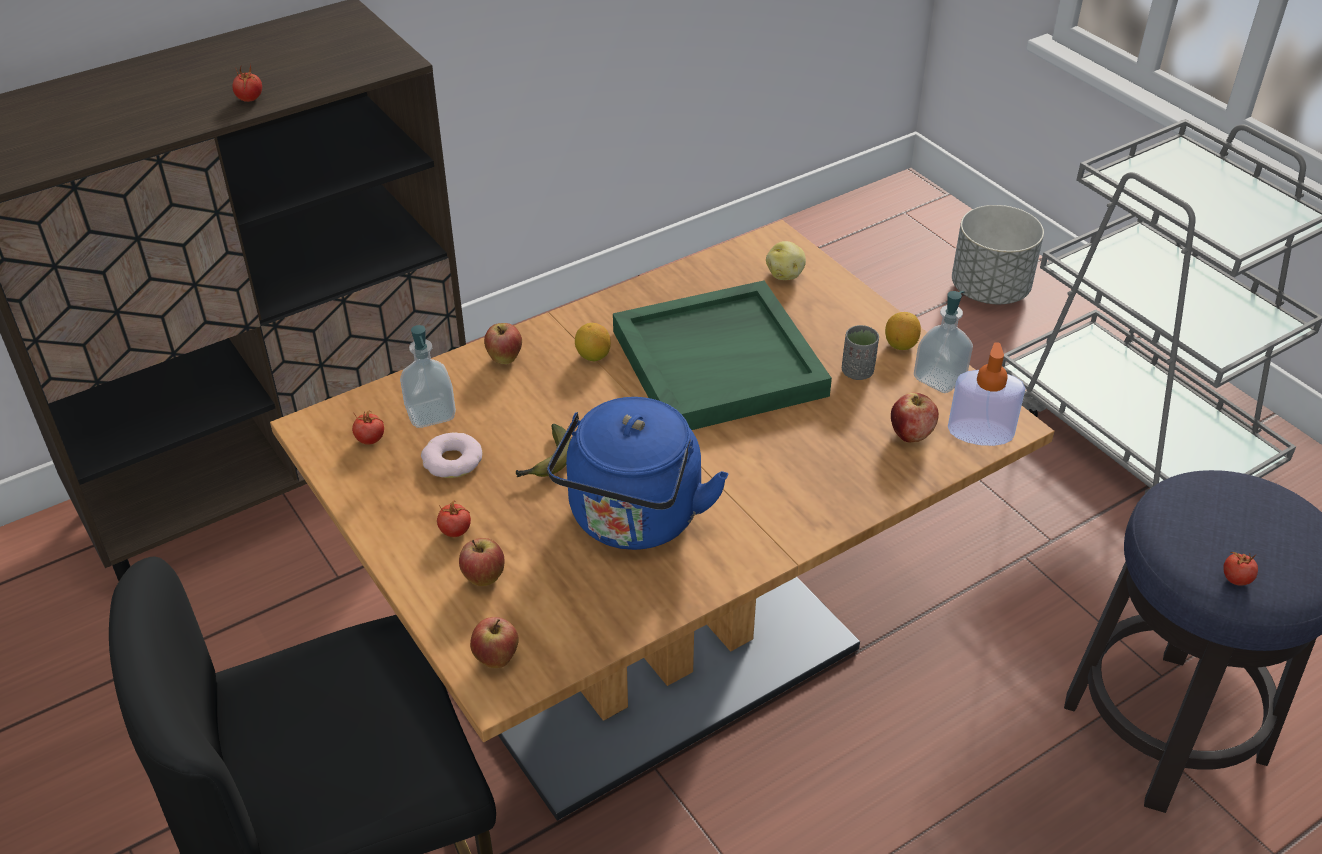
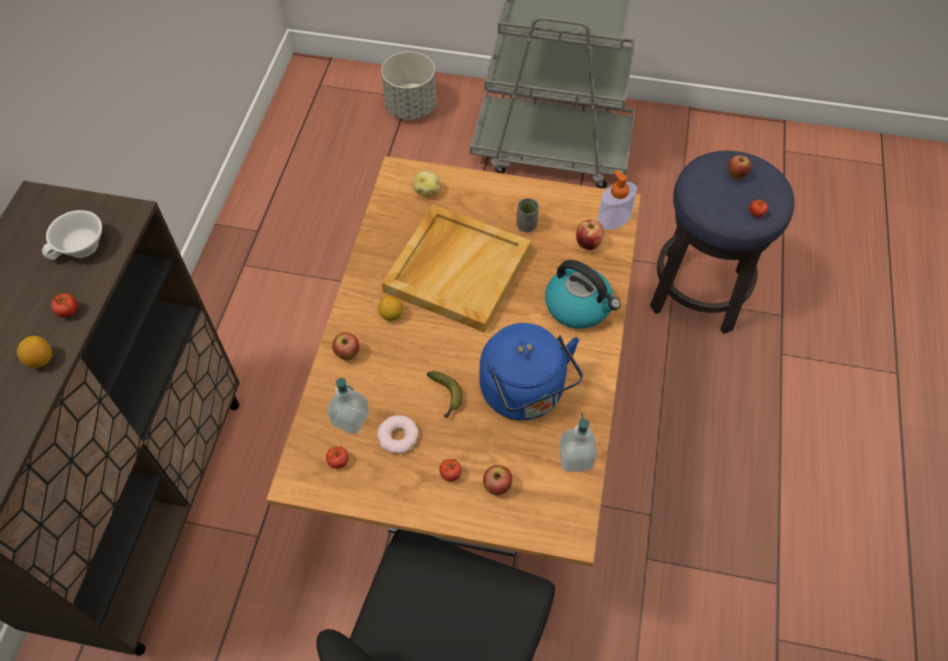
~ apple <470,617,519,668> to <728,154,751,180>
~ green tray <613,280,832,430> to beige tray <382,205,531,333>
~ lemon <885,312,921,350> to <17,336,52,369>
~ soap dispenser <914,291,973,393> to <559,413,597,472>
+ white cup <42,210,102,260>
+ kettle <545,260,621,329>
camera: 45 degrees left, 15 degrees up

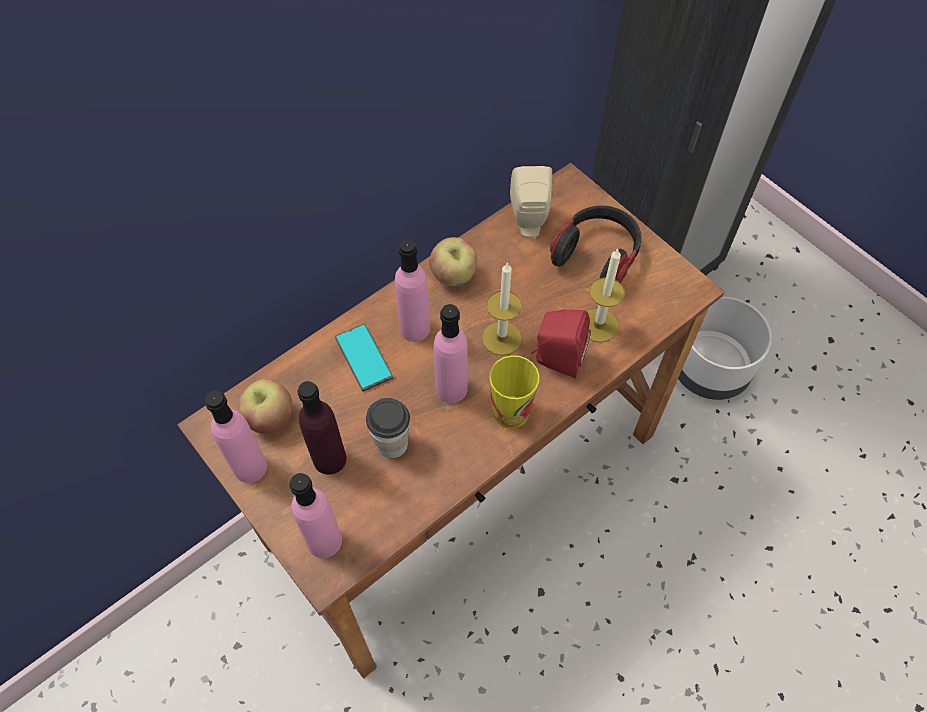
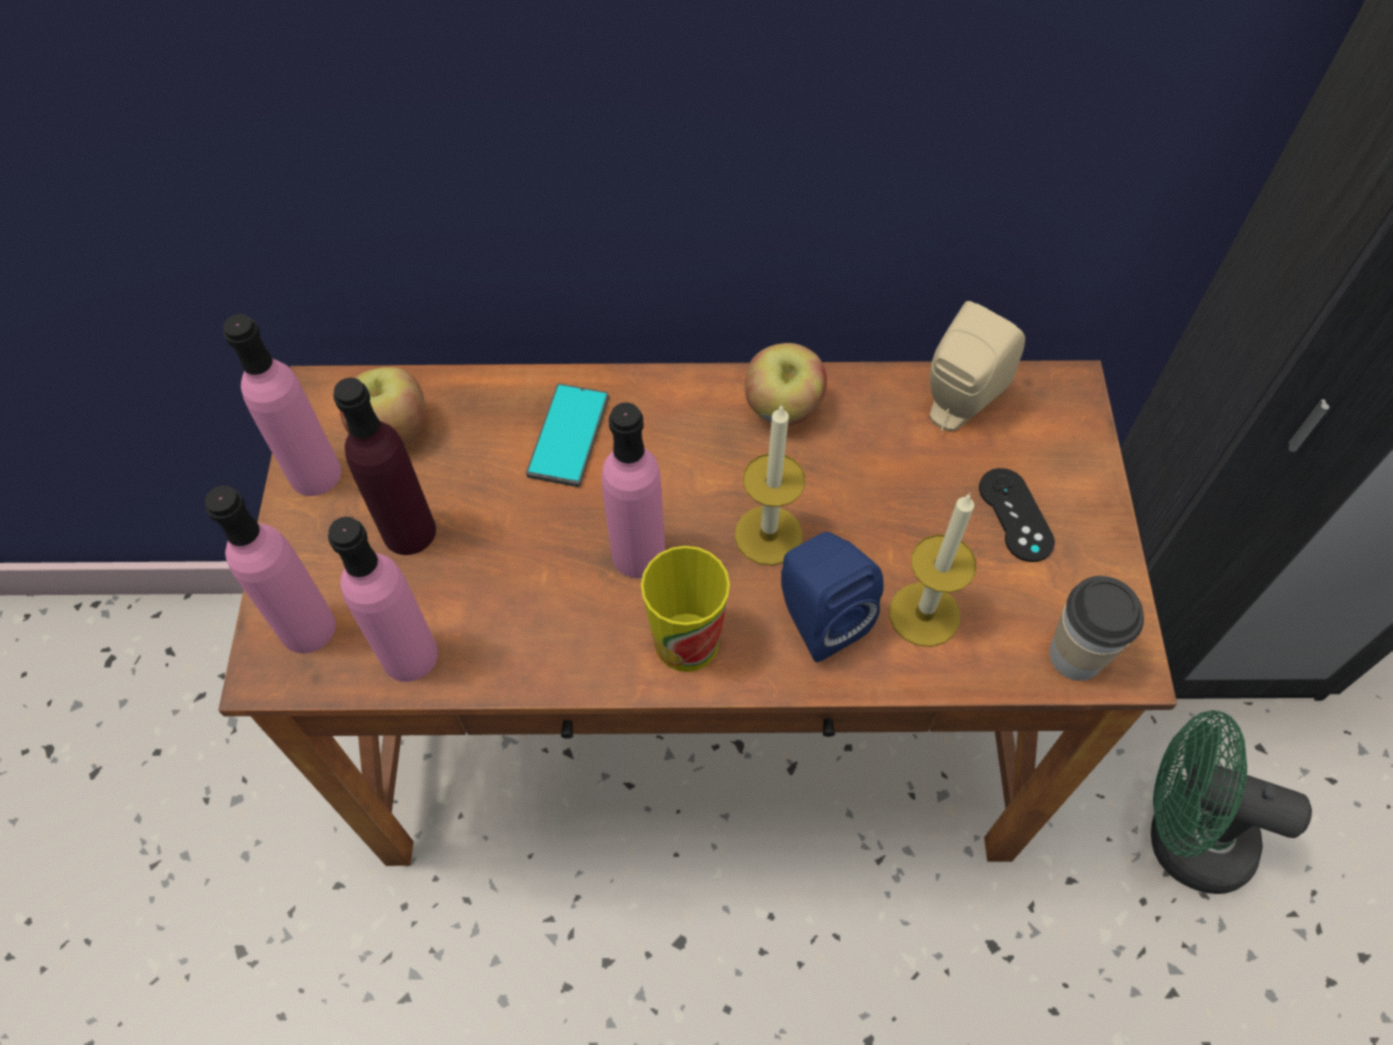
~ cup <366,398,410,458> to <1049,576,1144,681>
~ pink bottle <395,239,430,342> to <328,517,438,682>
~ red speaker <531,310,591,378> to blue speaker <781,532,883,662>
~ headphones <550,205,642,283> to black game controller <979,468,1055,562>
~ grey planter <678,296,772,400> to green fan <1151,710,1312,894>
camera: 40 degrees right, 0 degrees up

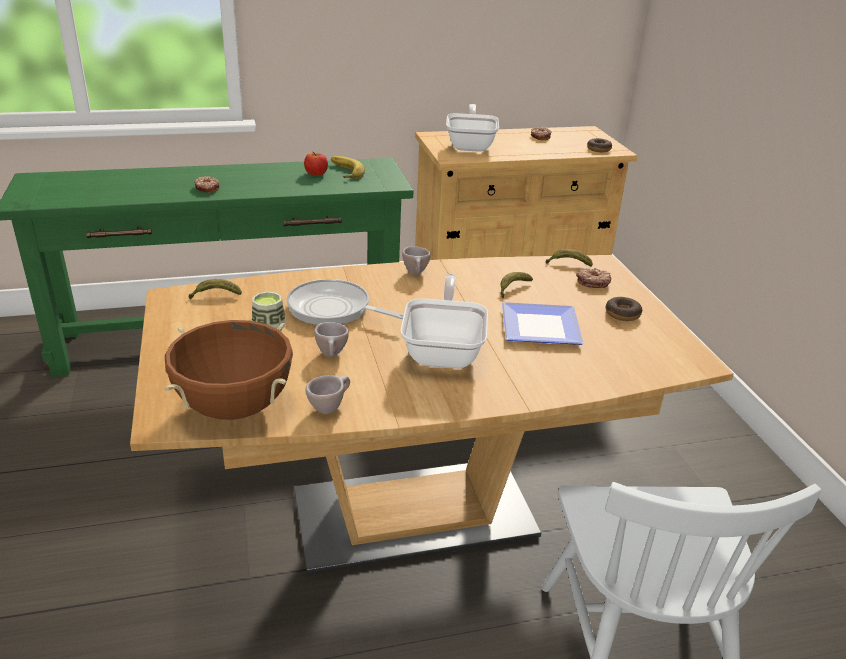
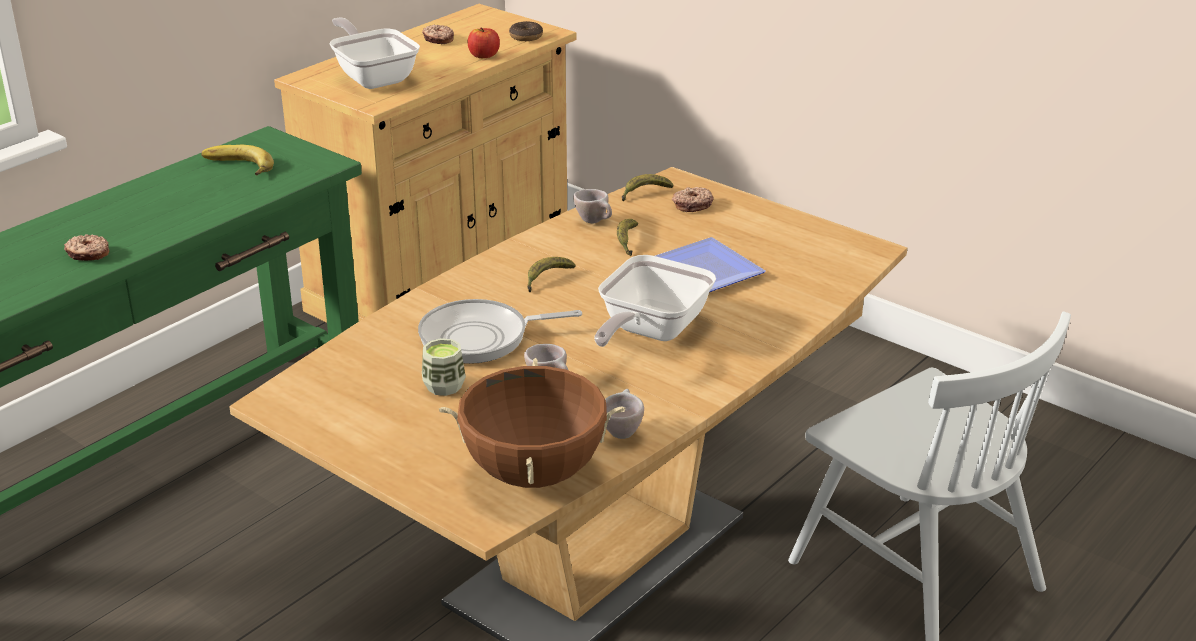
~ banana <188,279,242,299> to <527,257,576,292>
~ apple <304,152,328,176> to <468,27,500,58>
~ frying pan <401,274,488,369> = <594,255,716,347> 120 degrees counterclockwise
~ beige cup <402,246,431,275> to <573,189,612,223>
- donut <606,297,642,321>
camera: 35 degrees left, 0 degrees up

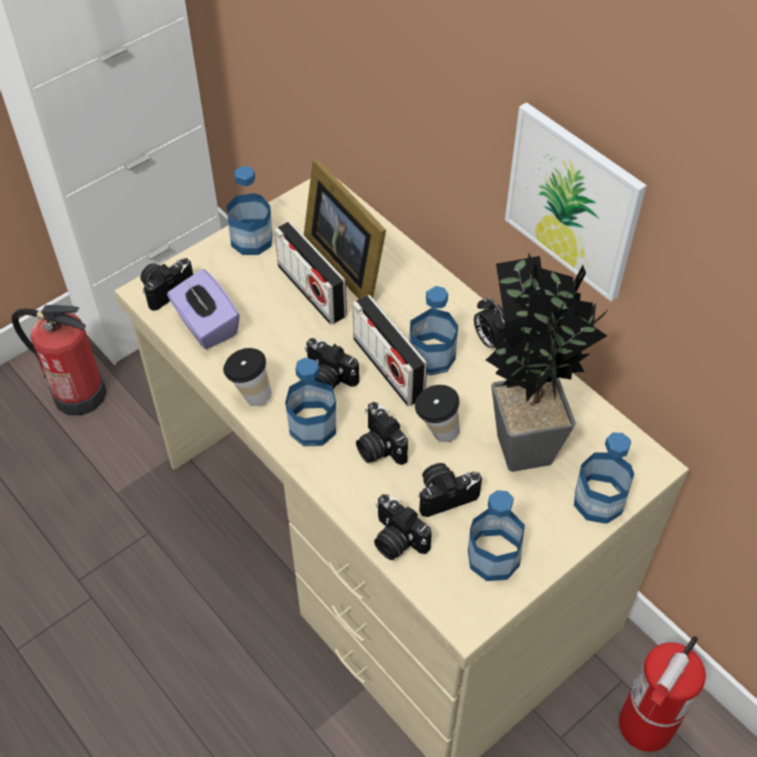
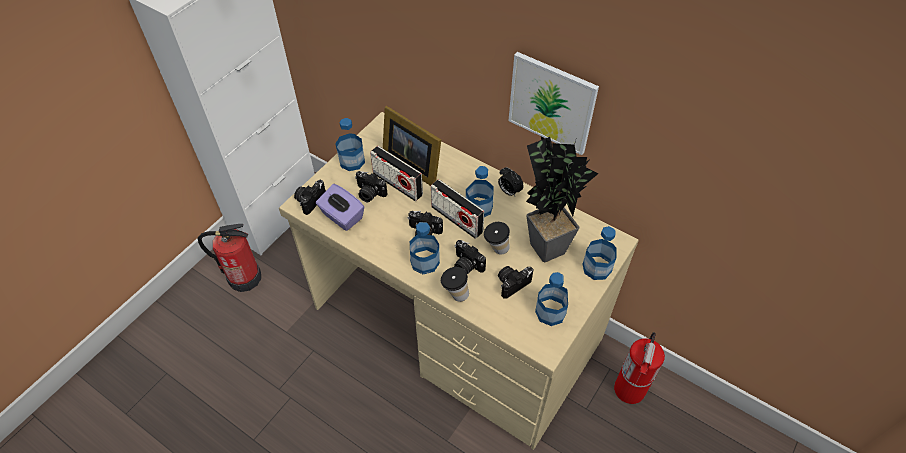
~ cup <223,348,272,406> to <441,267,469,302>
~ photo camera <374,494,432,560> to <355,171,388,203>
camera: 15 degrees left, 0 degrees up

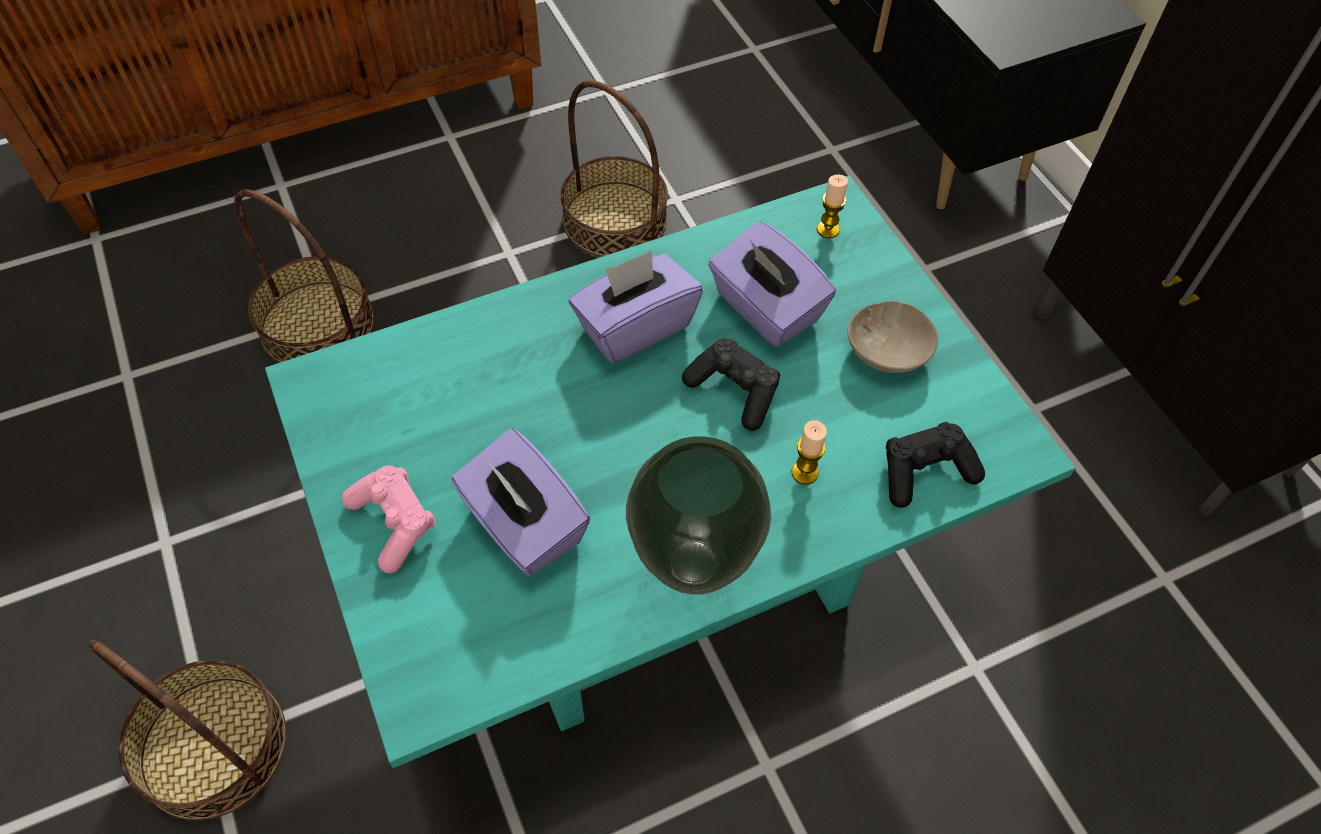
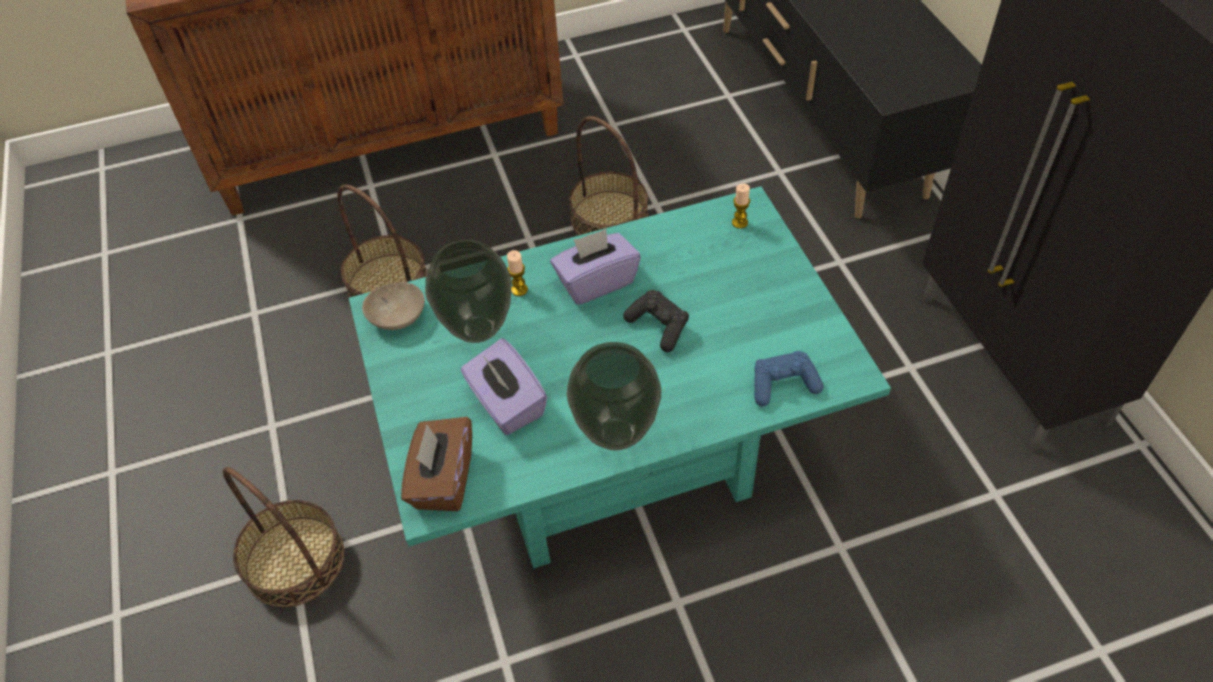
- pink game controller <342,466,436,573>
- purple tissue box <708,221,836,347>
~ candle <792,420,827,485> to <507,250,528,296>
~ beige bowl <848,301,938,373> to <362,282,425,330>
~ black game controller <886,422,985,508> to blue game controller <754,351,824,407>
+ brown tissue box <401,417,472,511>
+ vase <425,240,512,343>
camera: 10 degrees right, 5 degrees down

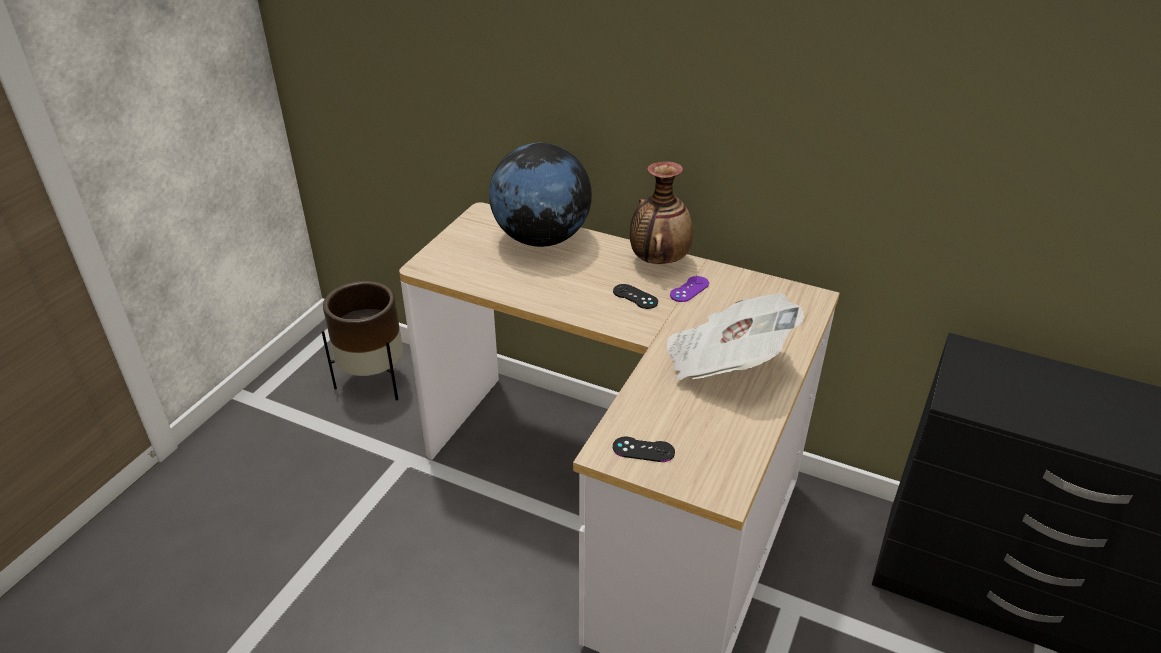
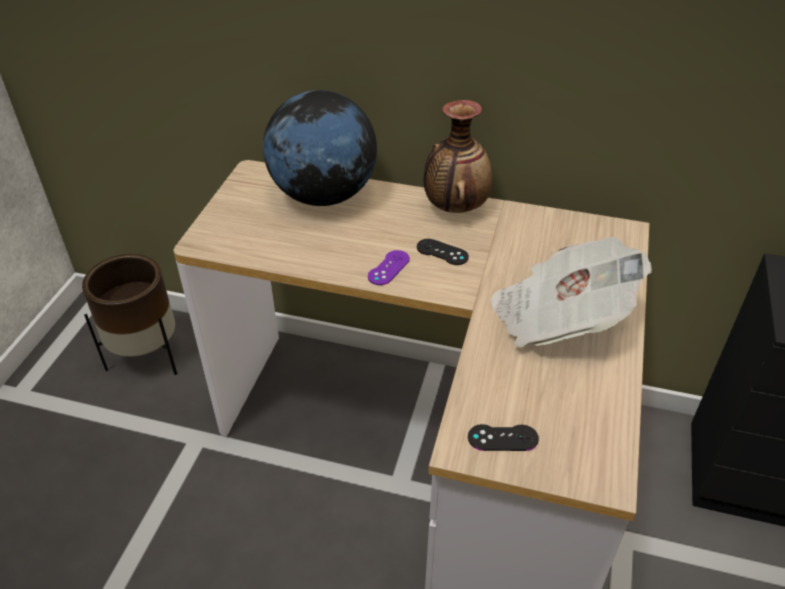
~ purple game controller <670,276,709,302> to <368,250,410,285>
camera: 10 degrees left, 5 degrees up

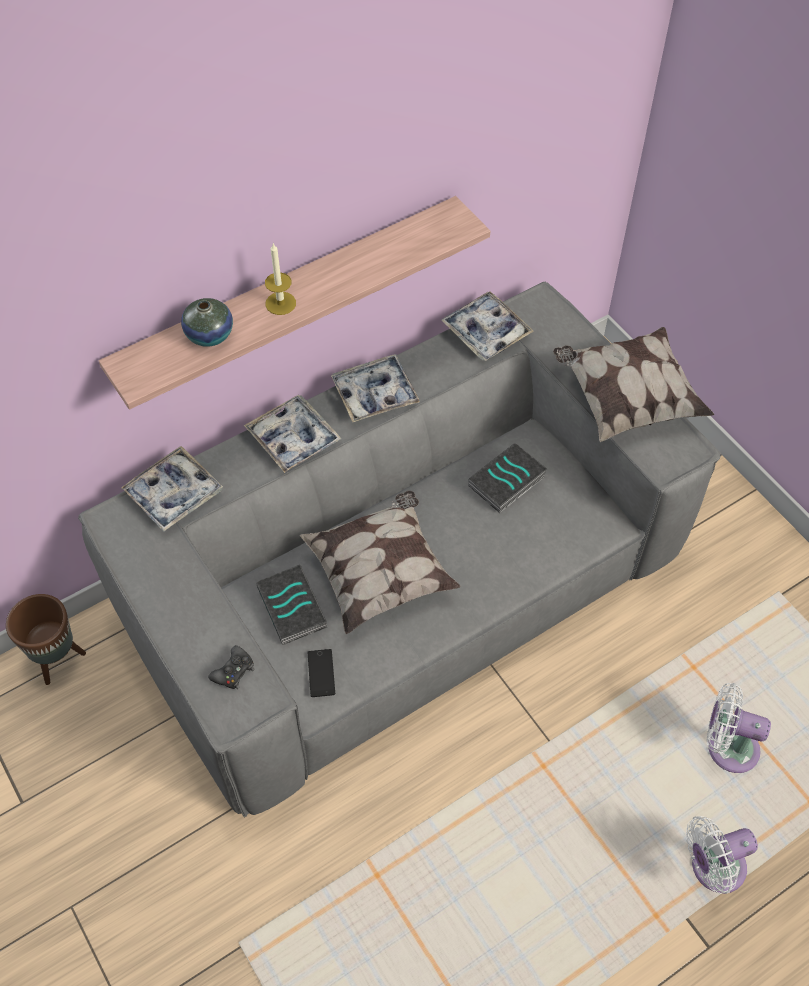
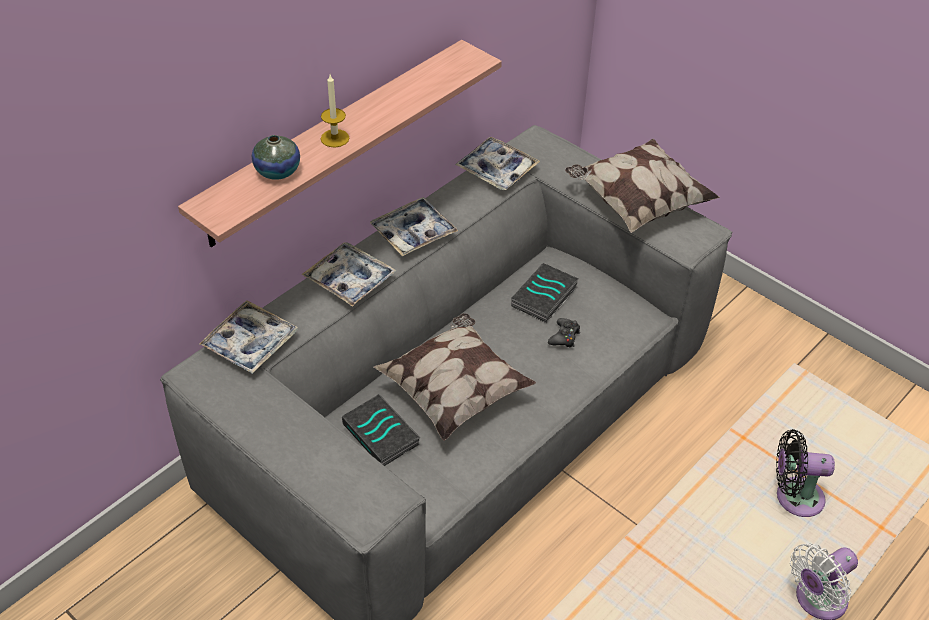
- brown planter <6,594,86,685>
~ black game controller <208,645,255,689> to <548,318,580,347>
- phone <307,649,335,697>
~ white fan <707,683,771,773> to black fan <776,429,835,517>
camera: 15 degrees left, 10 degrees down

